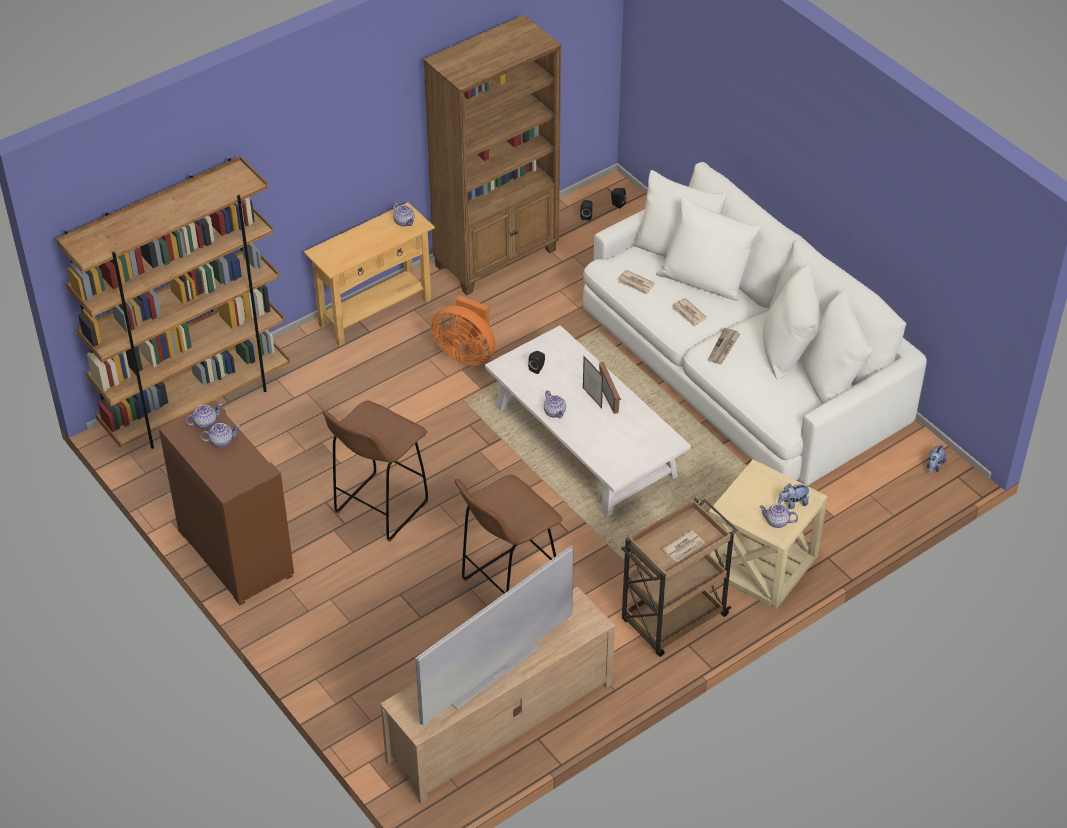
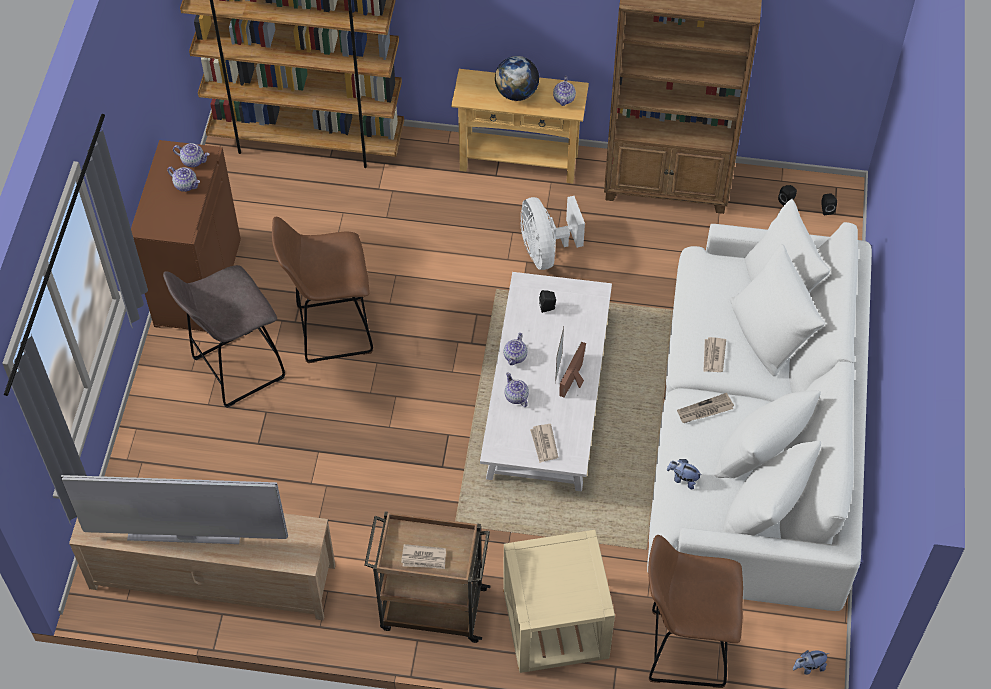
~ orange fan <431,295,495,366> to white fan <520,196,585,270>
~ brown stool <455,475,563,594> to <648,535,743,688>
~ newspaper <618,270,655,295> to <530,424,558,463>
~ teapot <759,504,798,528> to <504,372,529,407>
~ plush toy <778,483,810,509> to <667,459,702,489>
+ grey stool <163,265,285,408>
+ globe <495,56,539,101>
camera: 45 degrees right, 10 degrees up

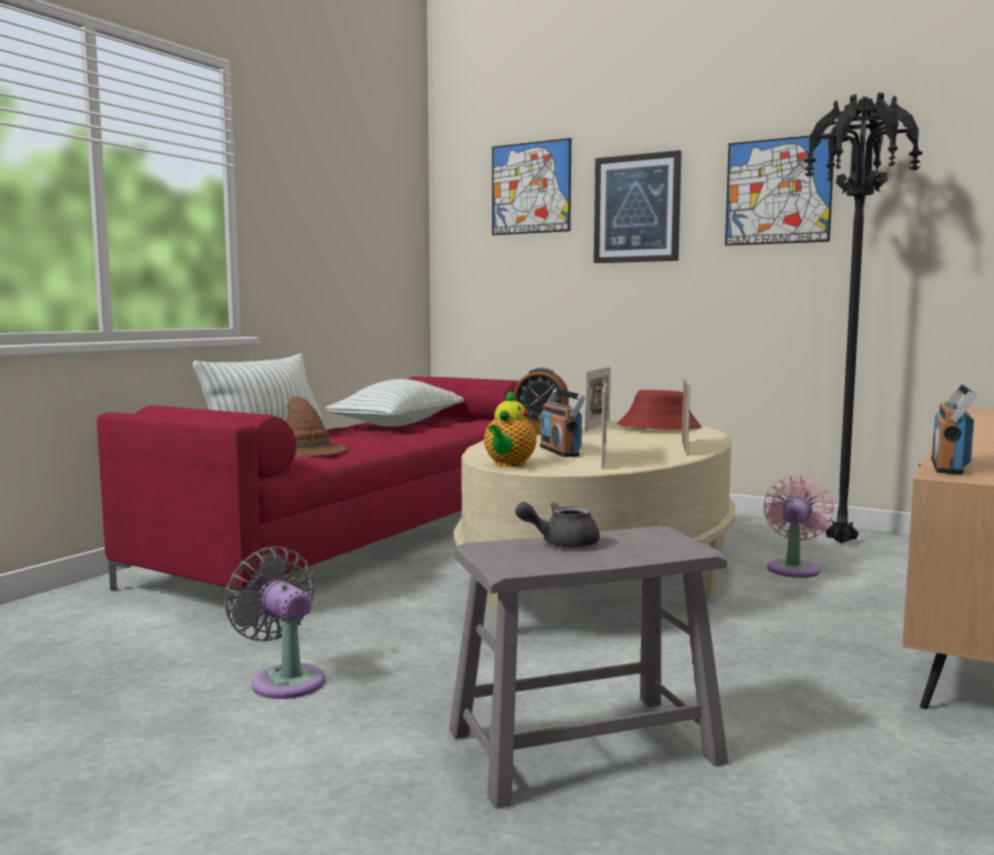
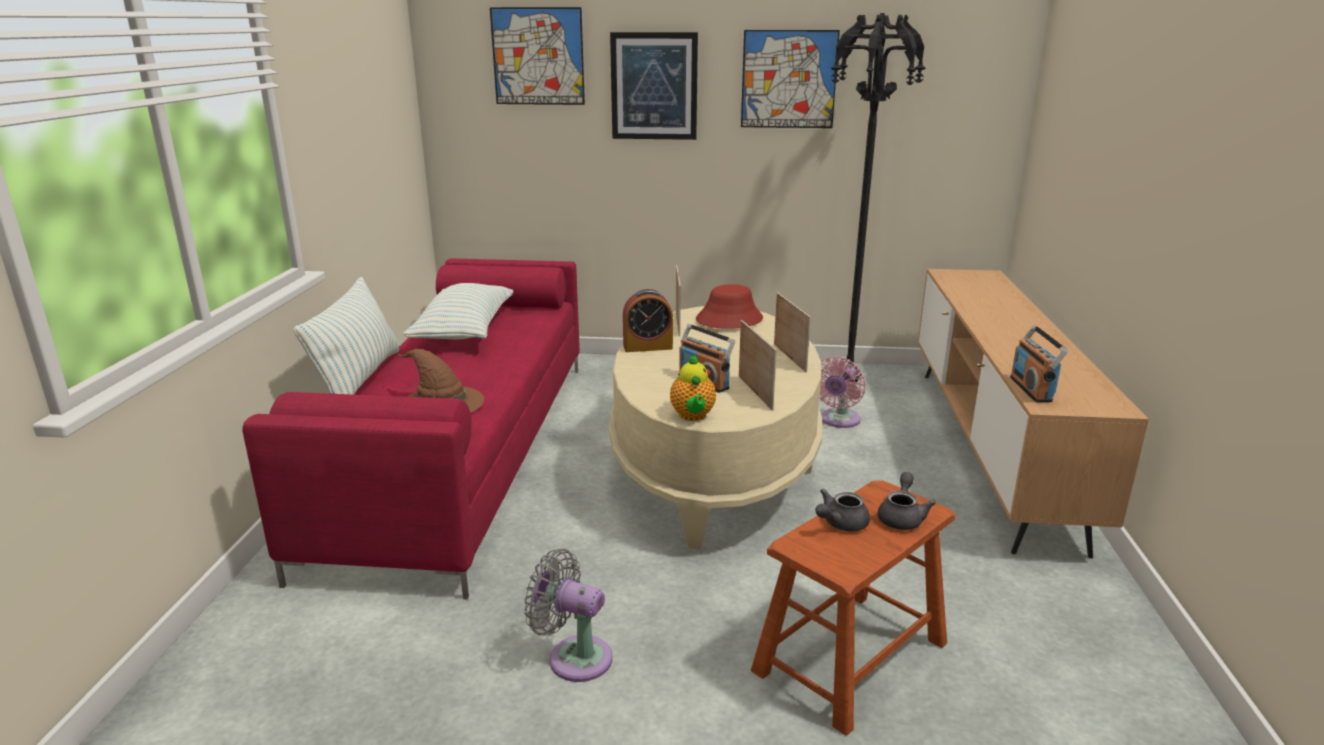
~ grey stool <449,526,729,809> to brown stool <751,480,956,735>
~ pink fan <763,475,834,578> = <820,357,866,428> 150 degrees counterclockwise
+ grey teapot <878,472,936,530>
camera: 25 degrees left, 15 degrees up

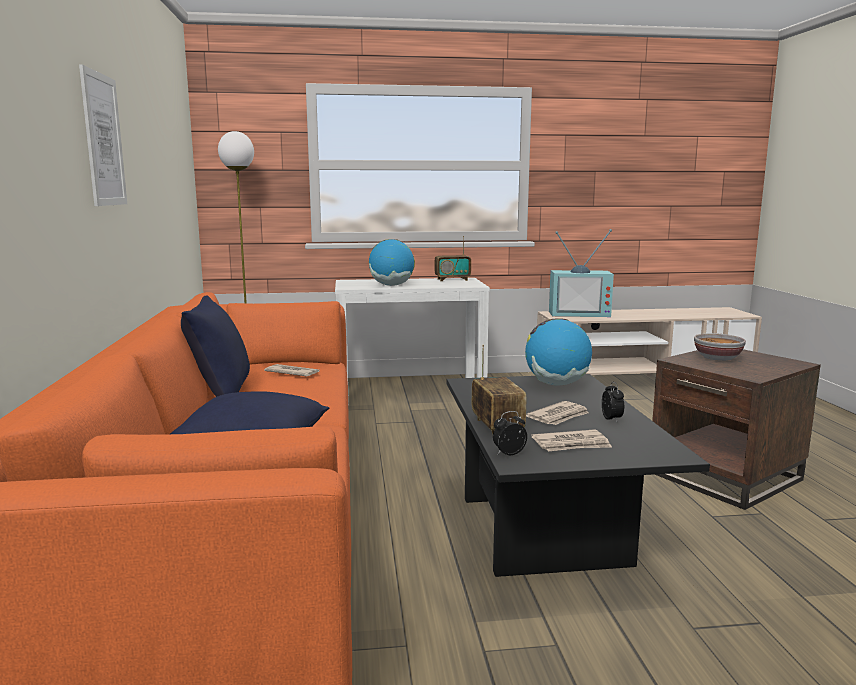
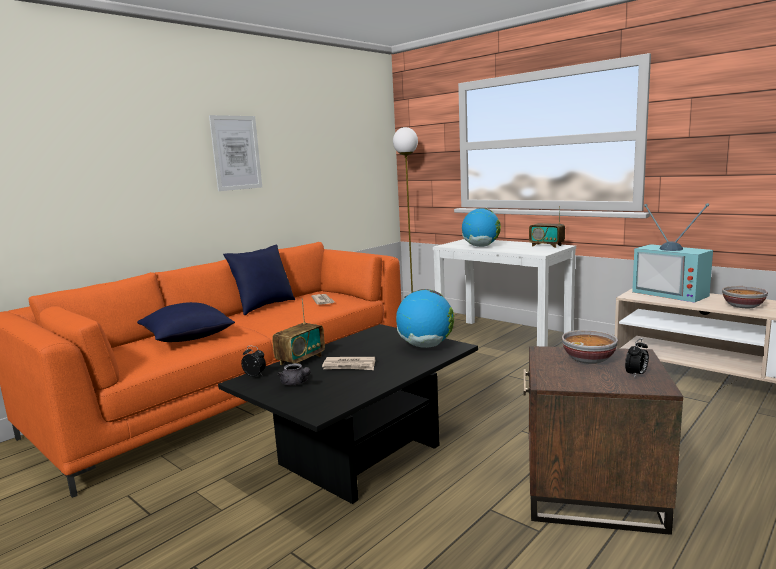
~ newspaper <531,429,612,452> to grey teapot <278,363,311,385>
~ alarm clock <602,382,624,422> to <625,339,649,378>
+ bowl <722,286,768,308>
camera: 50 degrees right, 0 degrees up

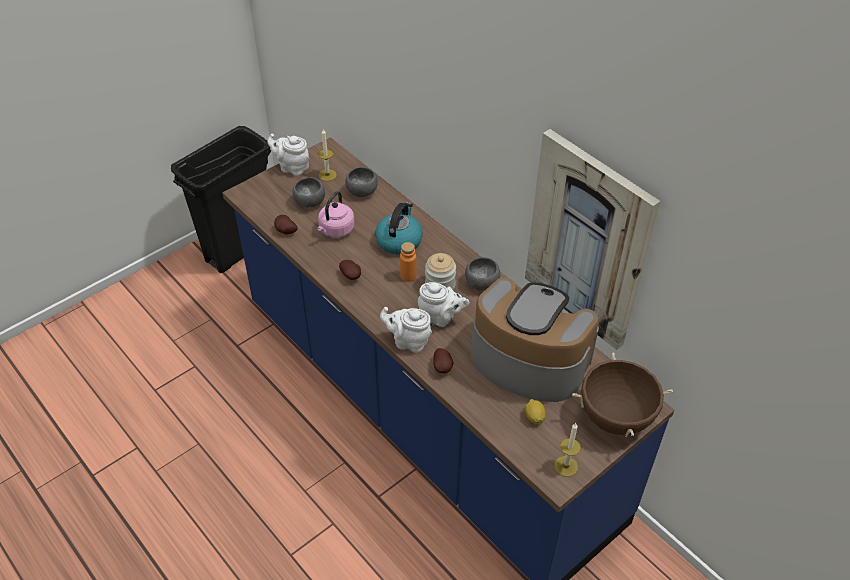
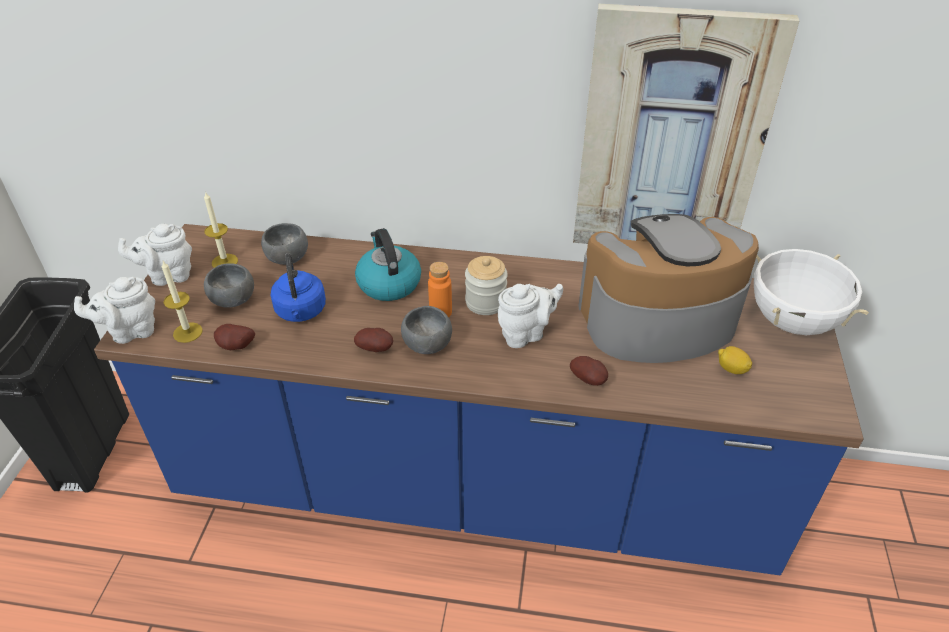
~ pink kettle <317,191,355,238> to blue kettle <270,253,326,322>
~ white teapot <380,307,432,353> to <74,277,155,344>
~ grey bowl <465,257,500,291> to <401,306,452,354>
~ candle <554,423,581,477> to <162,261,203,343>
~ brown cooking pot <572,353,673,438> to white cooking pot <754,249,869,335>
camera: 40 degrees left, 5 degrees down

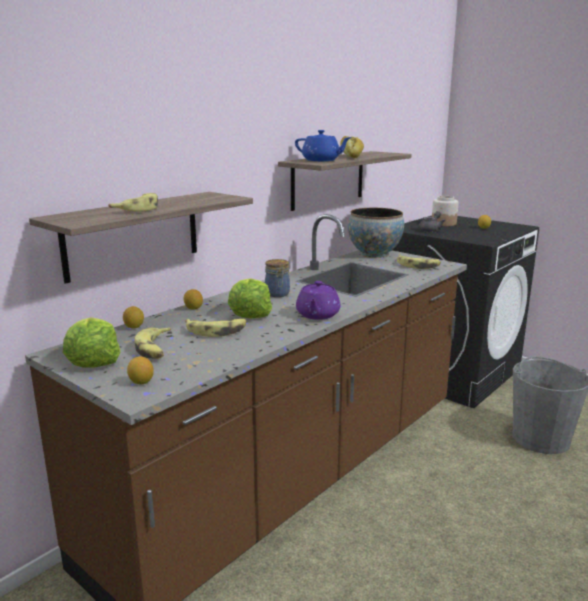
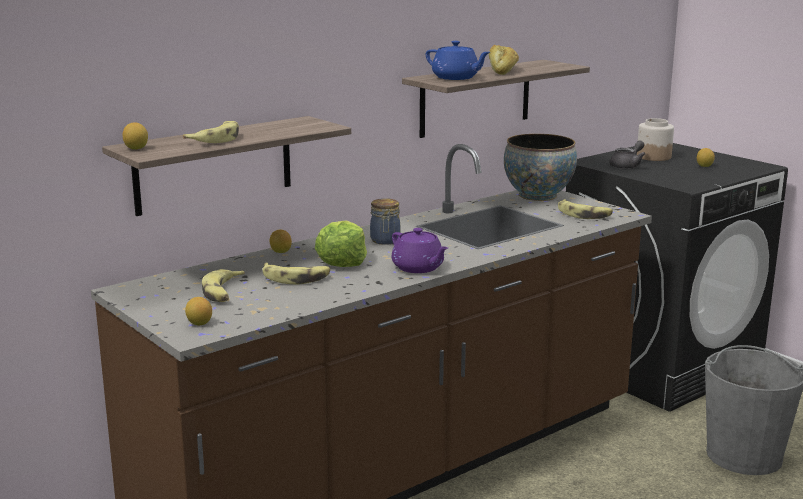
- lettuce <63,317,120,368>
~ lemon <123,306,144,329> to <122,122,148,149>
~ purple teapot <296,281,341,320> = <392,228,448,273> 60 degrees counterclockwise
camera: 10 degrees right, 0 degrees up

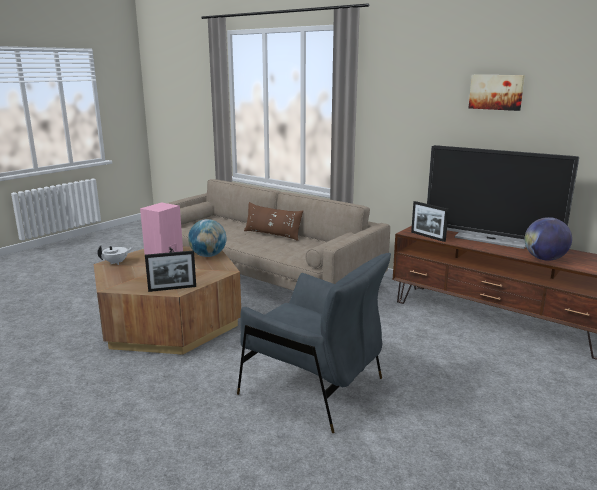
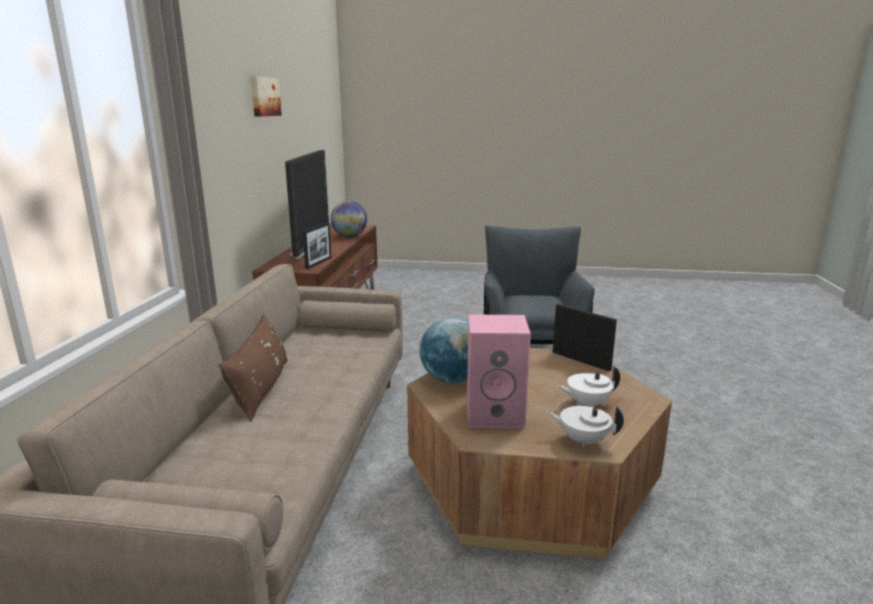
+ white teapot <557,366,620,407>
camera: 120 degrees left, 0 degrees up

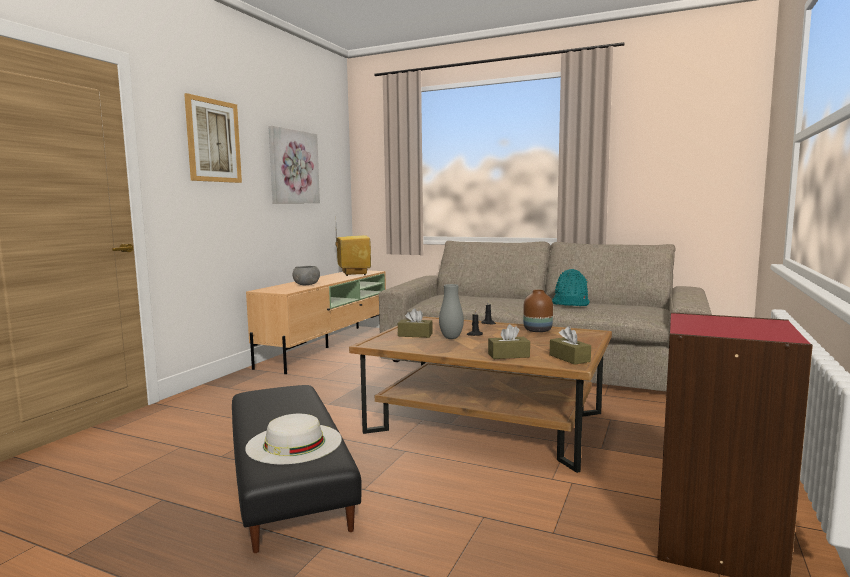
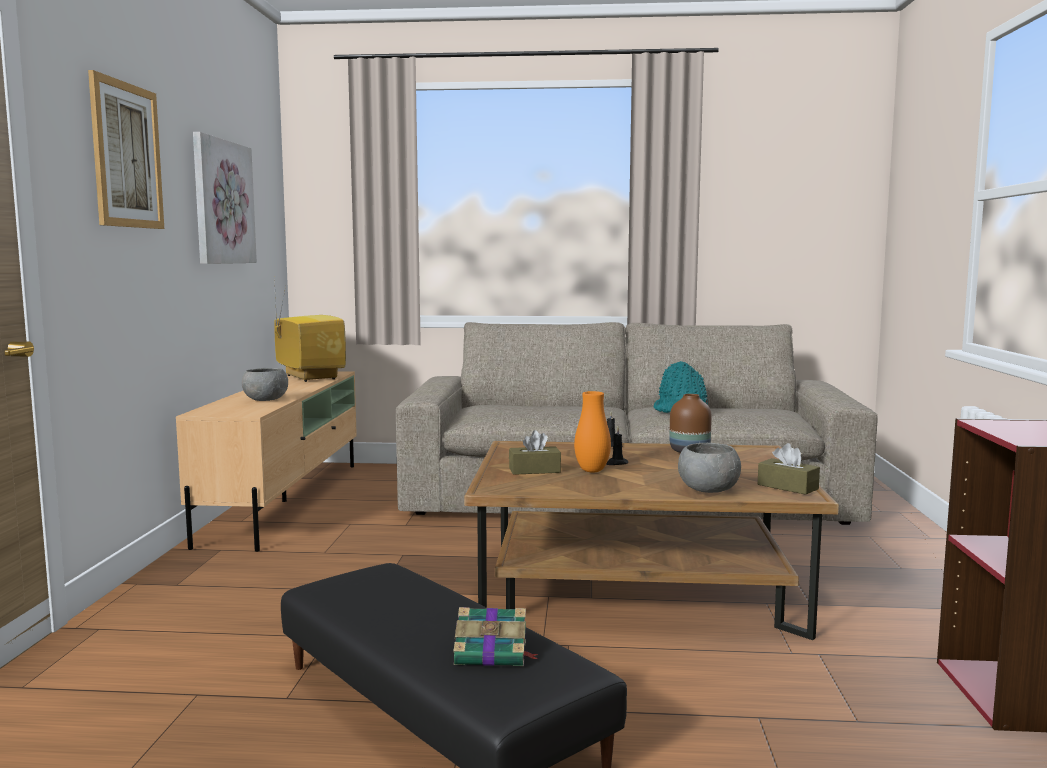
~ white hat <245,414,342,464> to book <454,607,538,666>
~ grey vase <439,284,464,339> to orange vase <574,391,611,473>
~ brown tissue box <488,324,530,359> to grey bowl <678,443,741,493>
camera: 20 degrees left, 0 degrees up

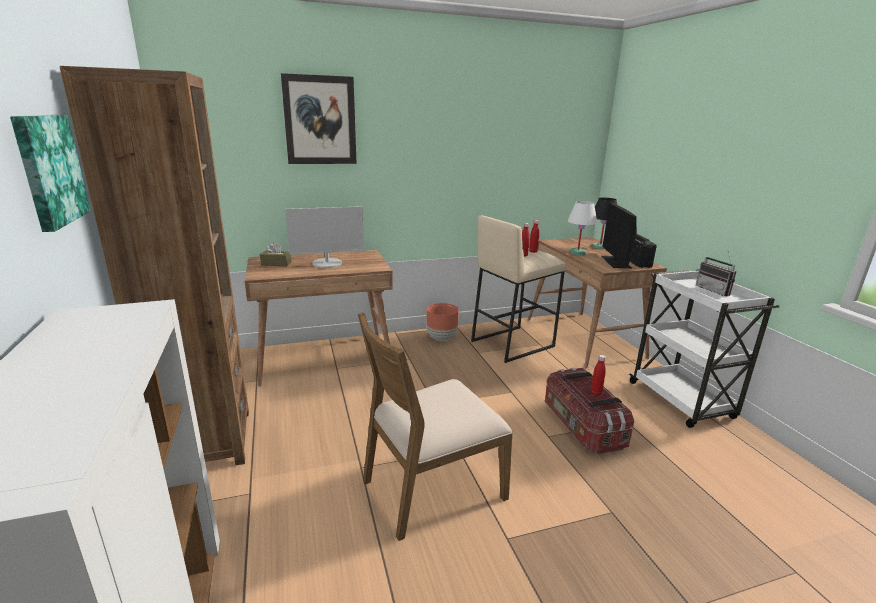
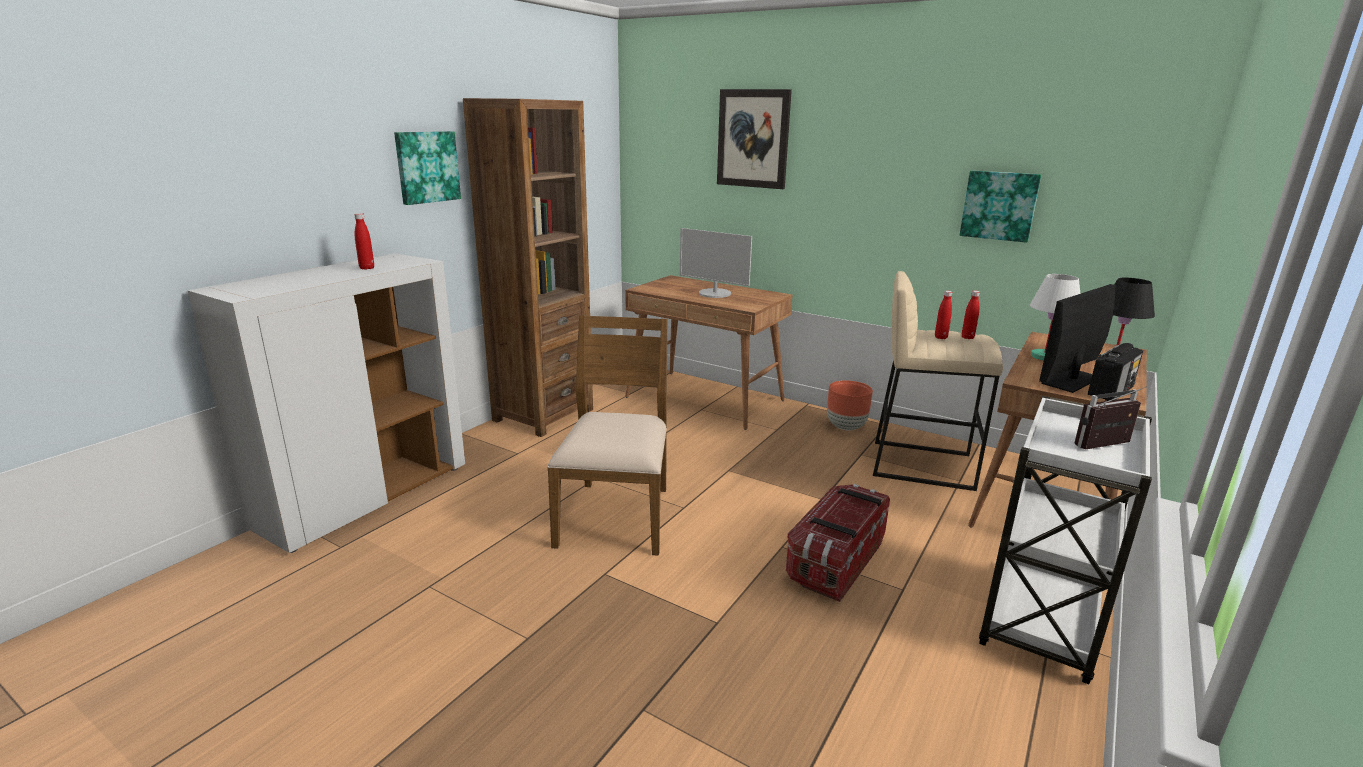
- brown tissue box <260,242,292,267>
~ brown chair <358,312,513,541> = <547,315,667,556> 75 degrees clockwise
~ red bottle <591,355,606,396> to <354,213,374,270>
~ radio <696,252,736,296> = <1074,387,1146,449> 45 degrees clockwise
+ picture <960,171,1041,243>
camera: 50 degrees right, 0 degrees up

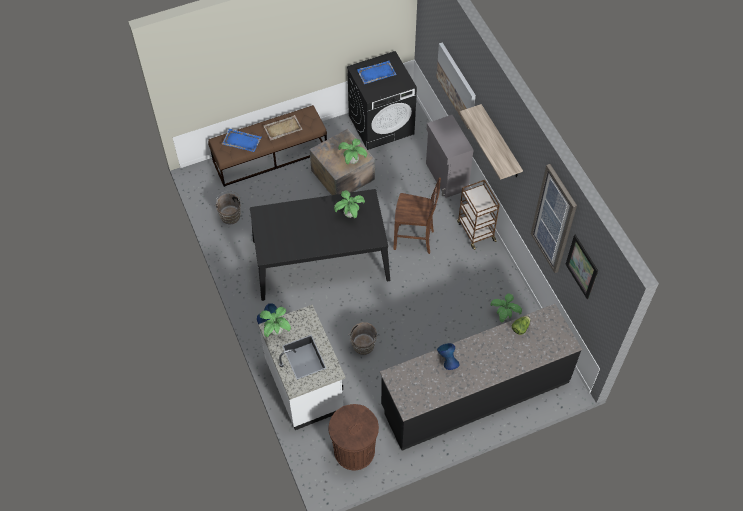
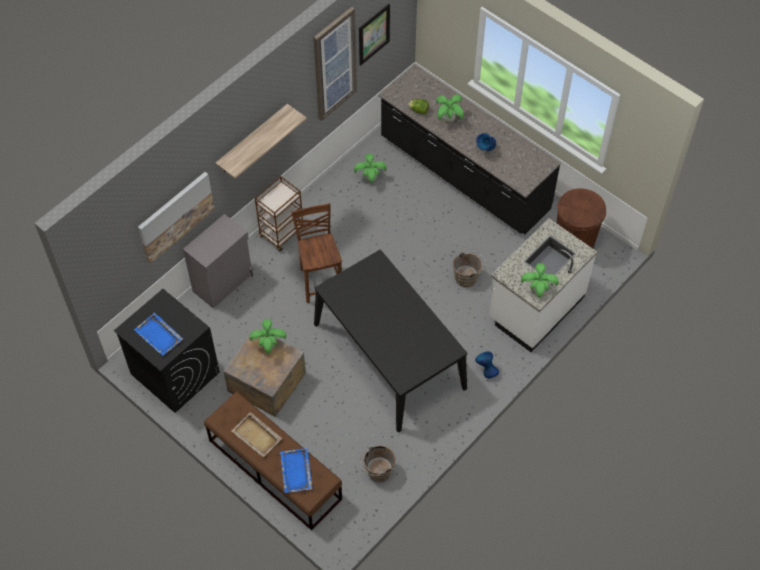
~ potted plant <334,190,365,218> to <436,94,464,123>
camera: 115 degrees left, 0 degrees up

